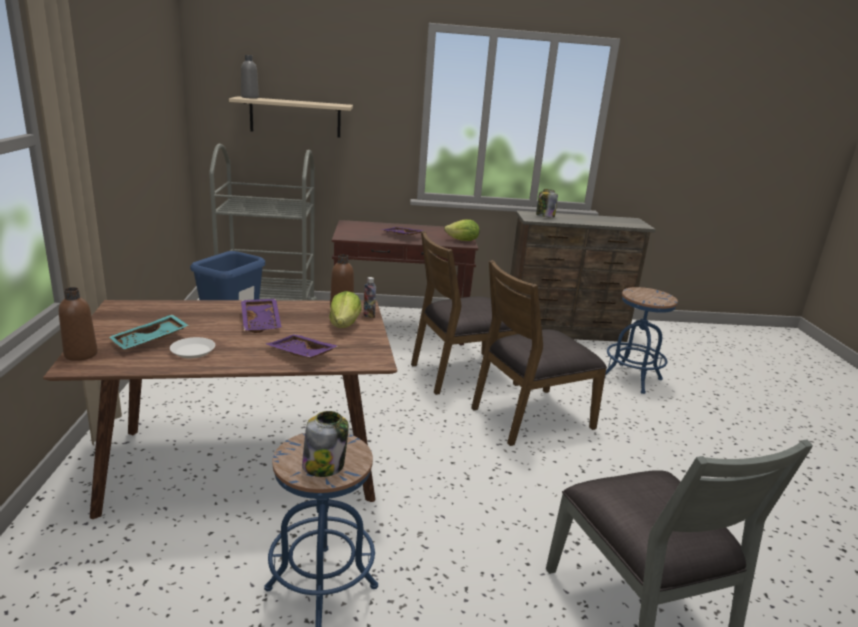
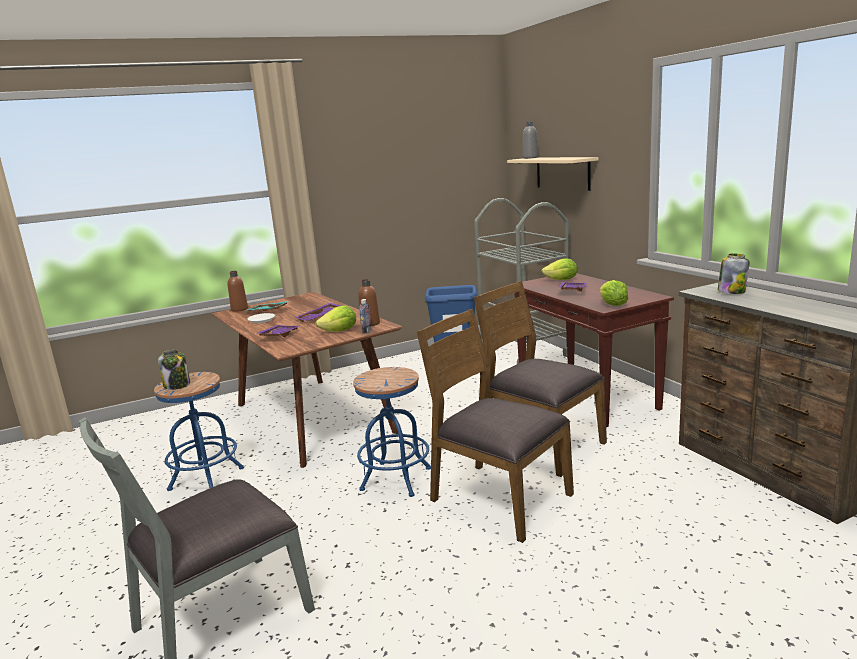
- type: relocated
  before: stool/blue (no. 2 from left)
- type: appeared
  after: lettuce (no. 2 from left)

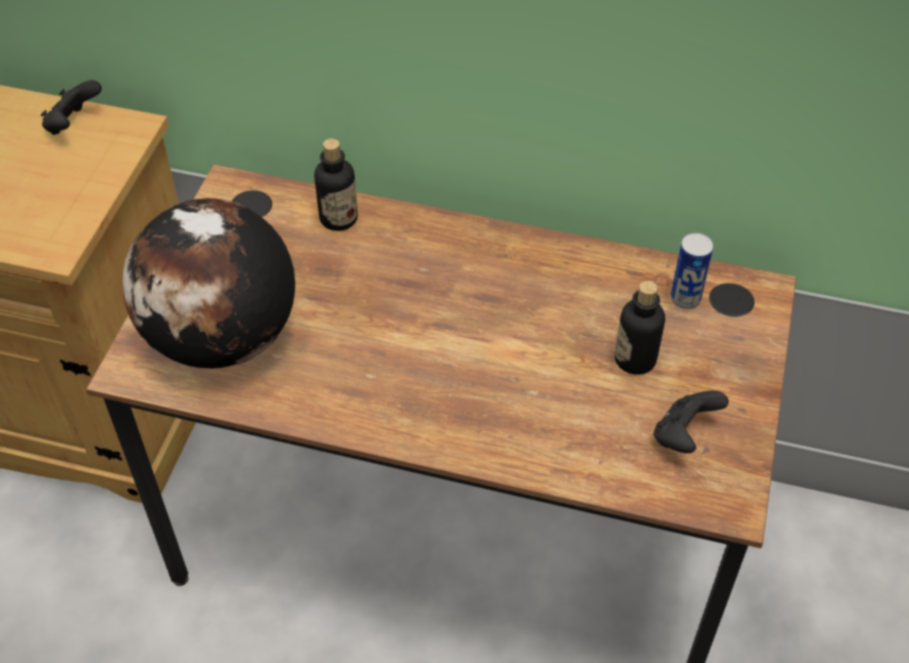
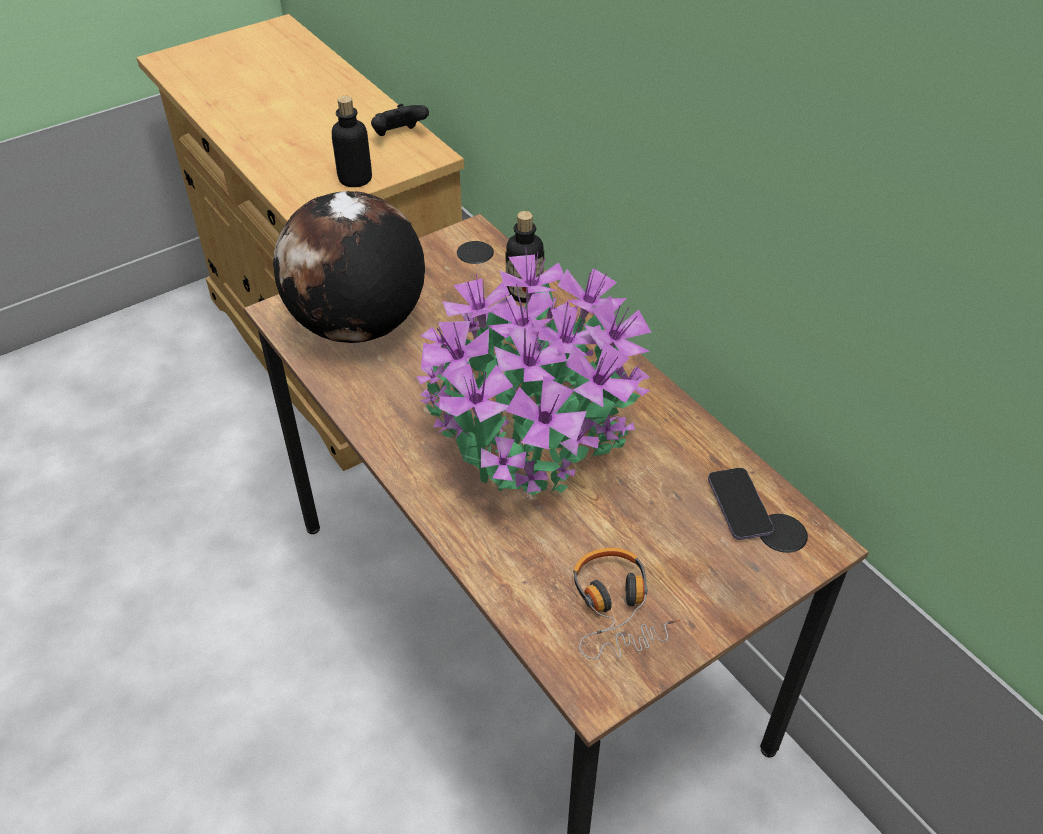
- type: exchanged
  before: can
  after: phone
- type: relocated
  before: bottle (no. 2 from left in the first image)
  after: bottle (no. 1 from left)
- type: exchanged
  before: game controller/black (no. 2 from left)
  after: headphones
- type: appeared
  after: potted plant

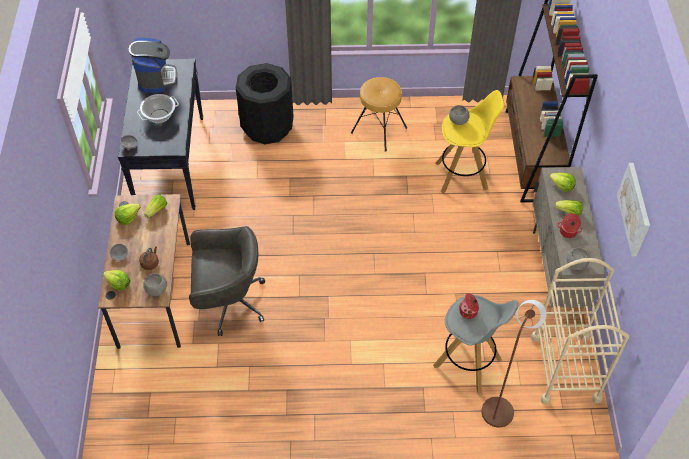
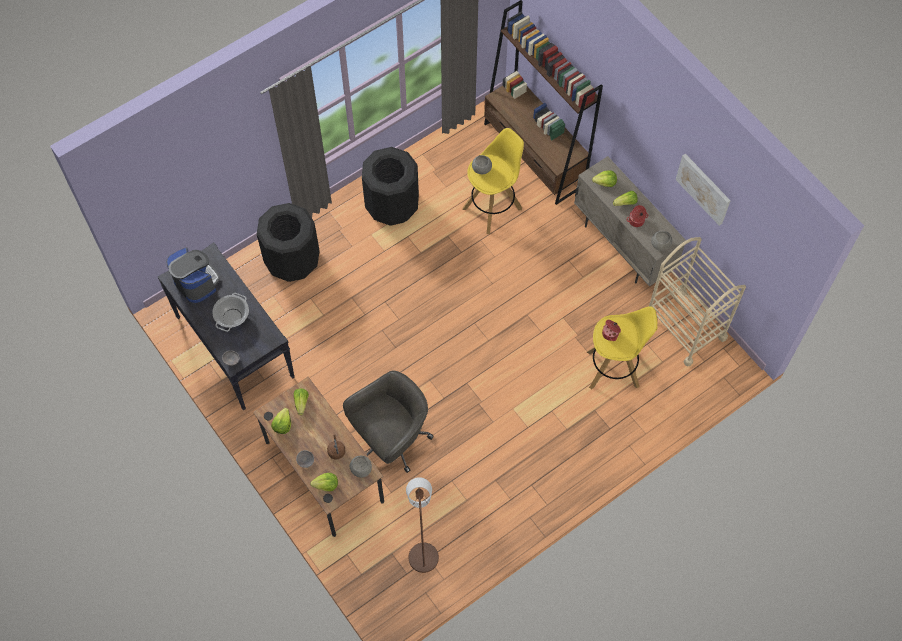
- type: exchanged
  before: stool/brown
  after: trash can/black (no. 2 from left)
- type: colour
  before: stool/grey
  after: stool/yellow (no. 2 from left)
- type: relocated
  before: floor lamp/brown

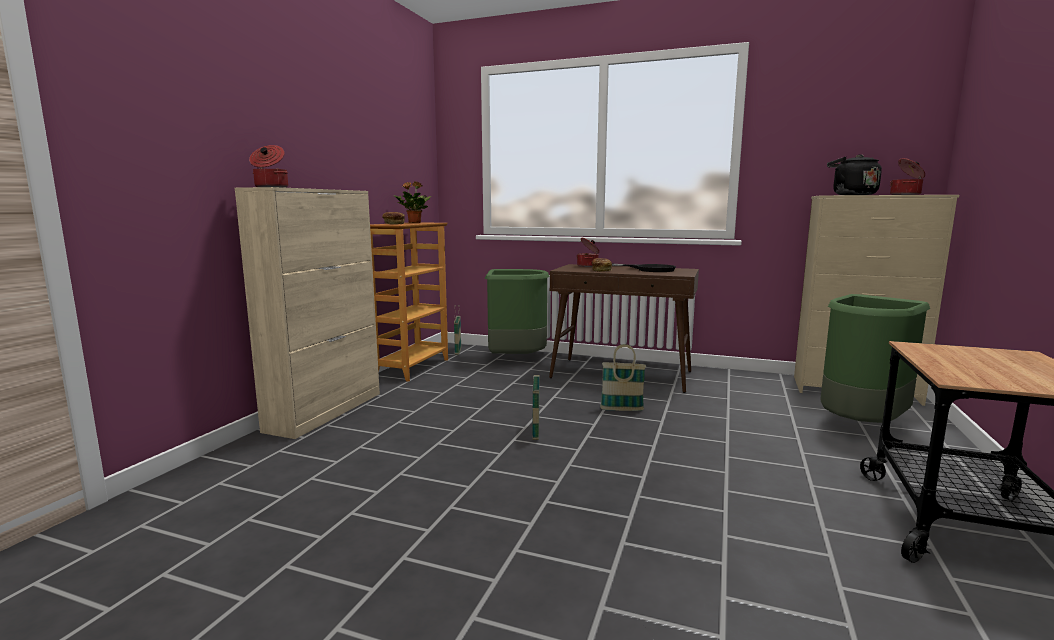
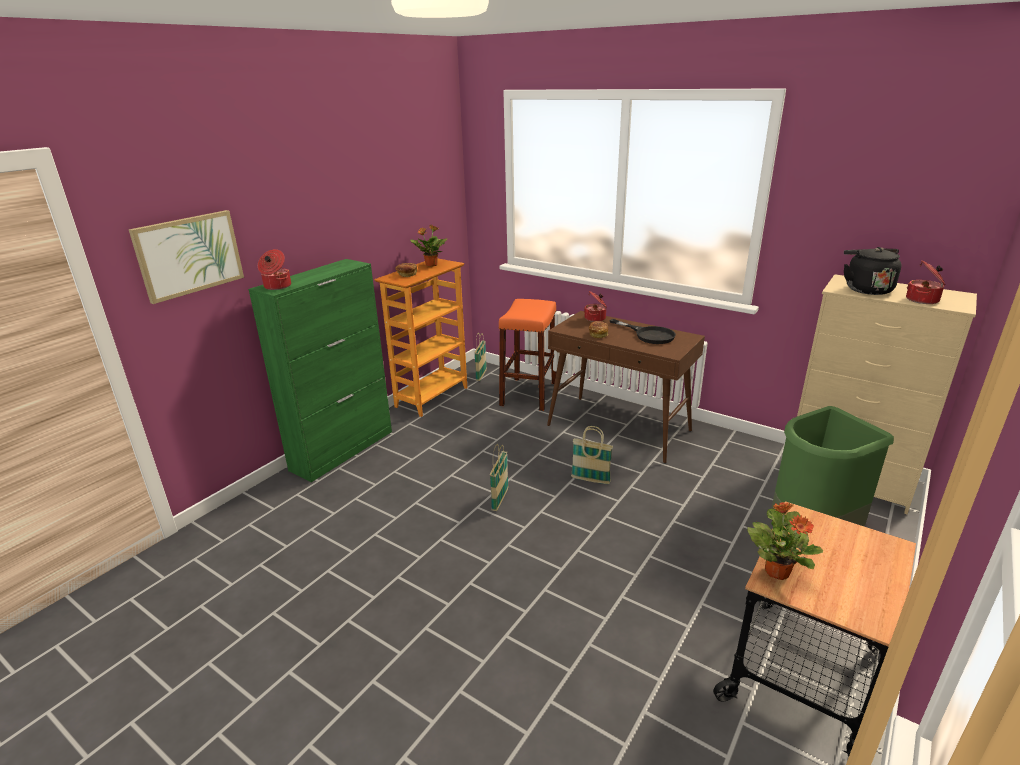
- type: colour
  before: cabinet/beige
  after: cabinet/green
- type: exchanged
  before: trash can/green (no. 1 from left)
  after: stool/orange
- type: appeared
  after: picture
- type: appeared
  after: potted plant (no. 2 from left)

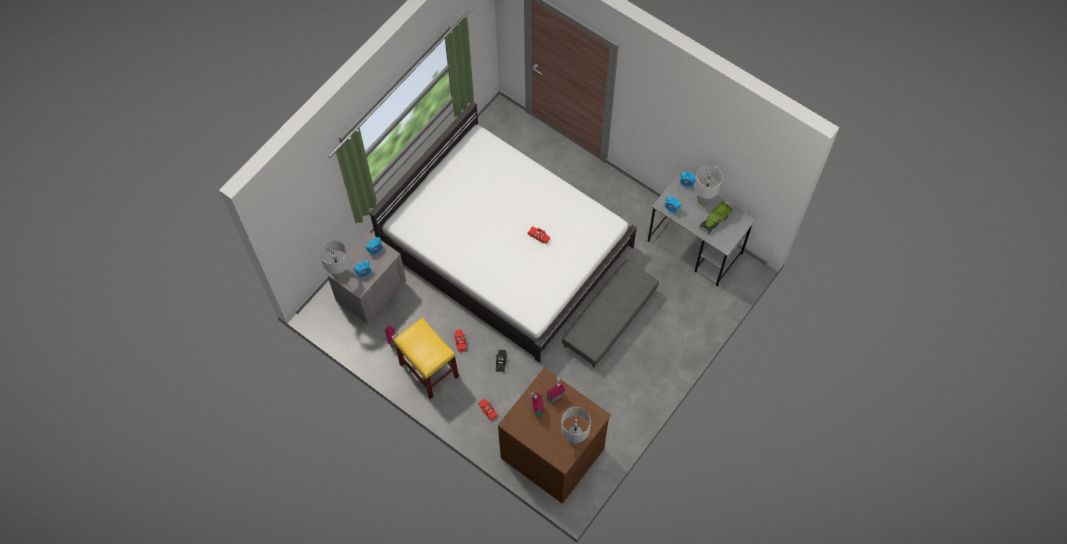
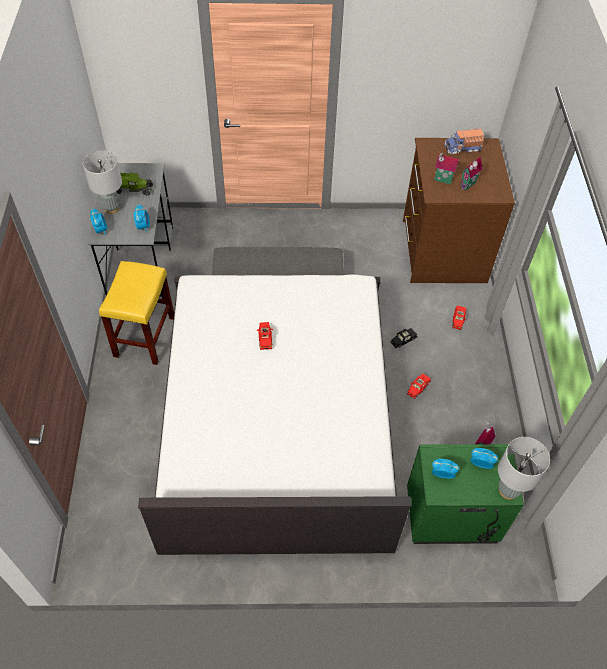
- type: colour
  before: nightstand/grey
  after: nightstand/green
- type: relocated
  before: stool/yellow
- type: exchanged
  before: table lamp/grey (no. 2 from left)
  after: toy truck (no. 2 from left)

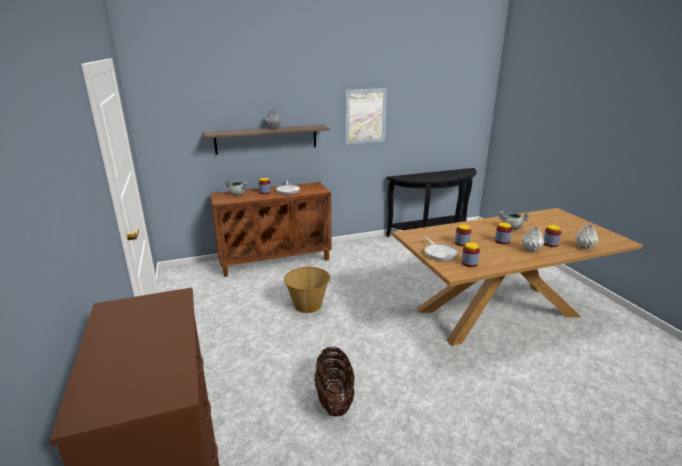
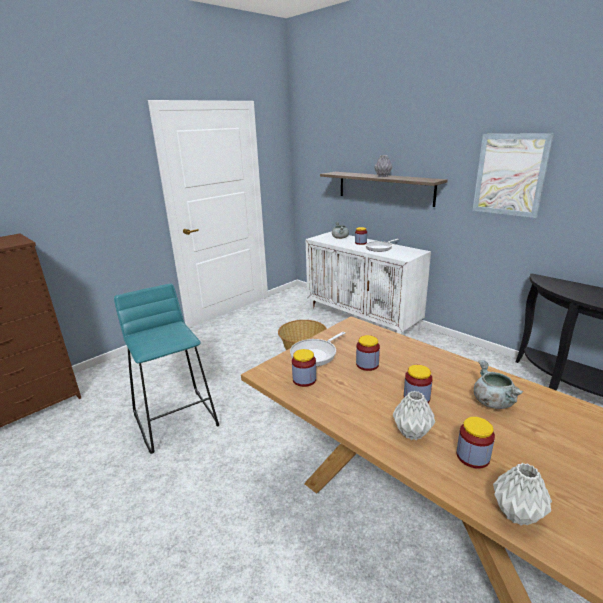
- type: colour
  before: cabinet/brown
  after: cabinet/white
- type: exchanged
  before: basket (no. 2 from left)
  after: stool/turquoise

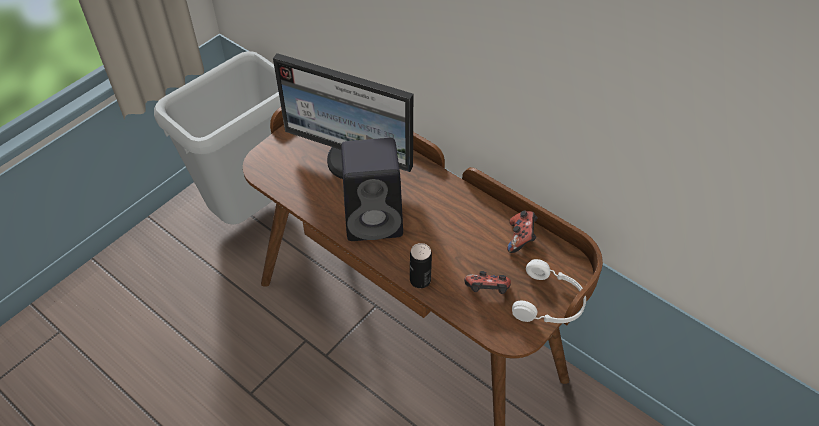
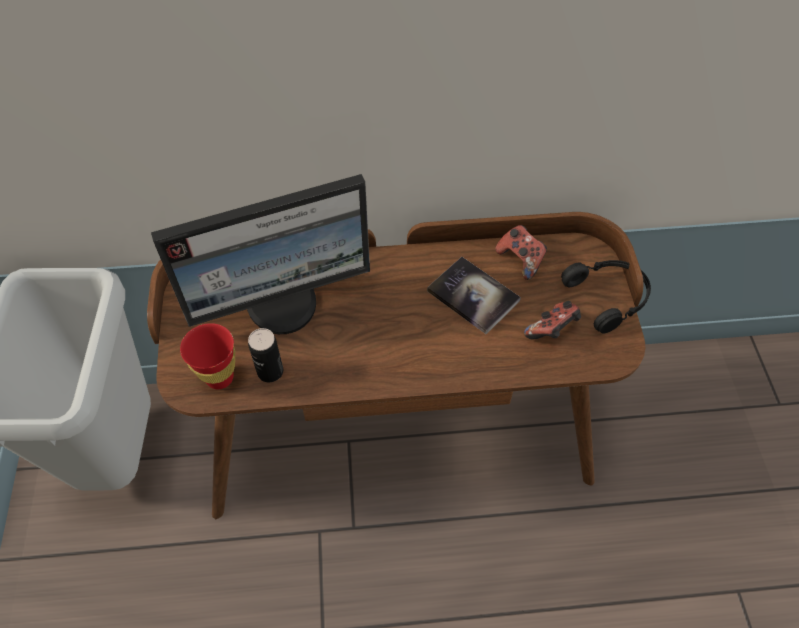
- type: missing
  before: speaker/black
- type: relocated
  before: can
- type: colour
  before: headphones/white
  after: headphones/black
- type: appeared
  after: book
- type: appeared
  after: cup/red

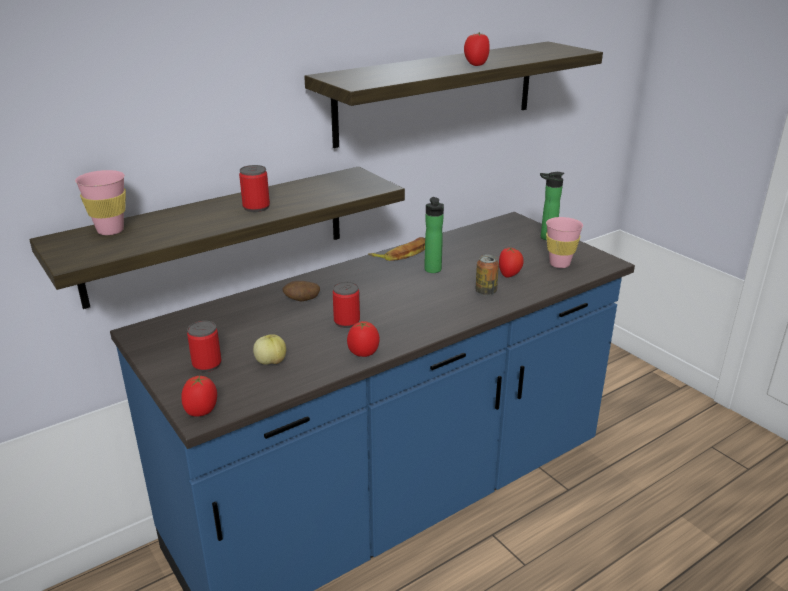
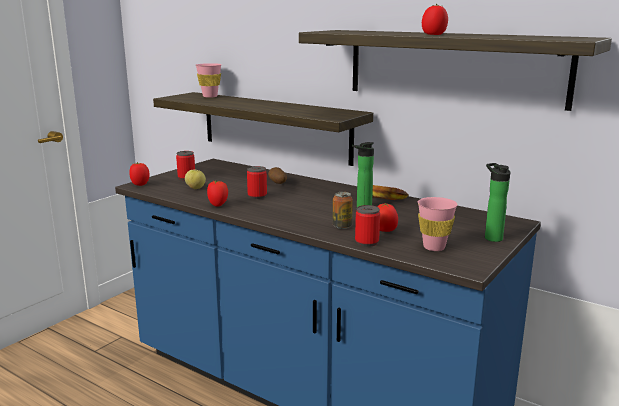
- type: relocated
  before: can (no. 2 from left in the first image)
  after: can (no. 4 from left)

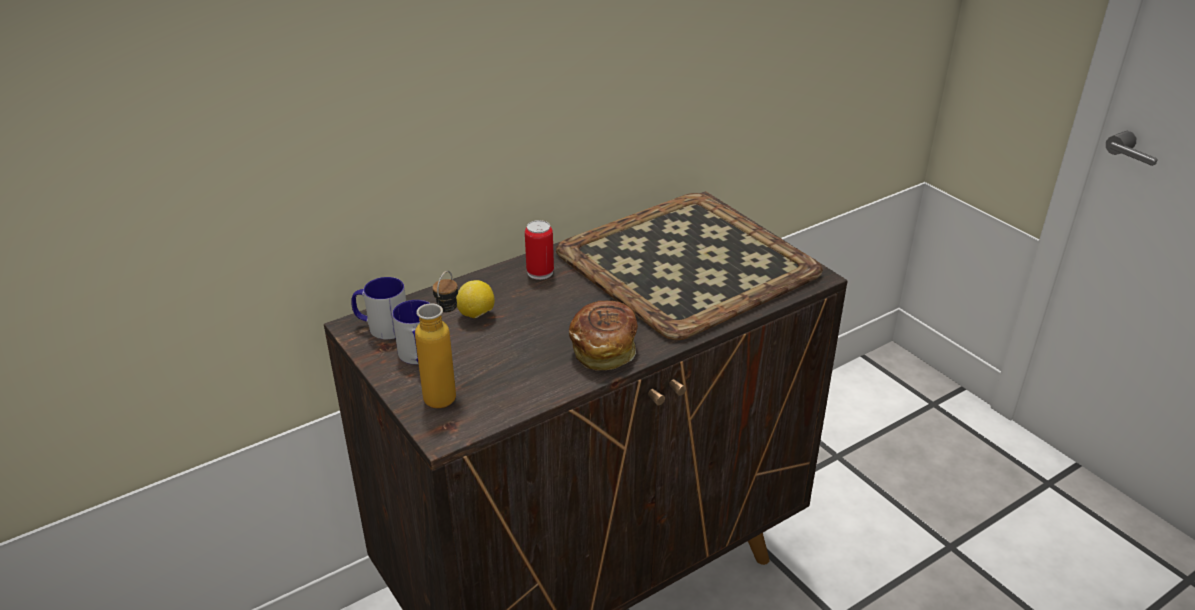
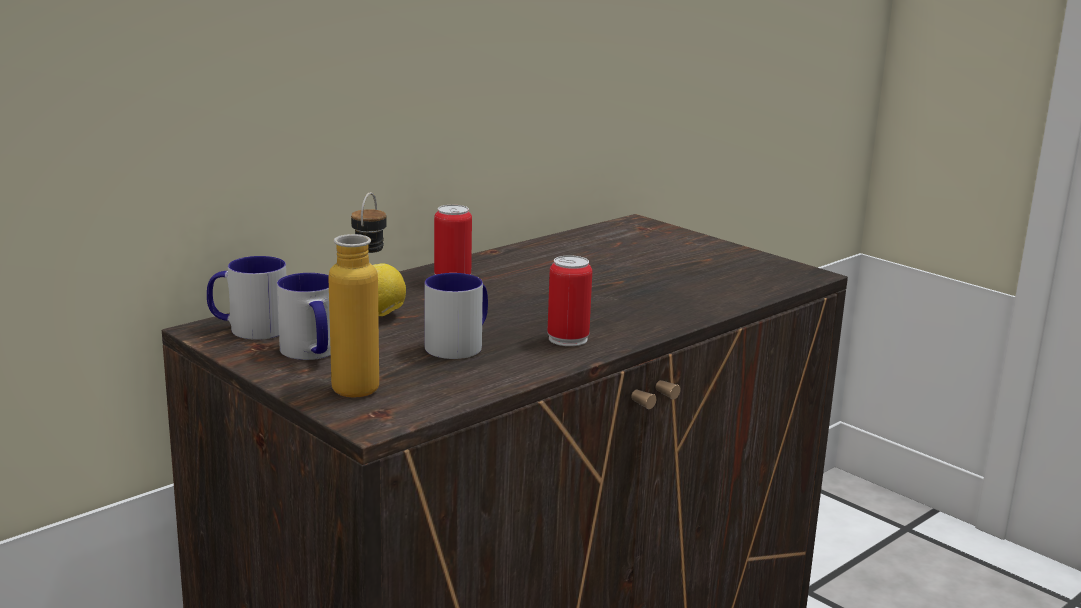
- type: missing
  before: tray
- type: exchanged
  before: bread
  after: can (no. 2 from left)
- type: appeared
  after: mug (no. 3 from left)

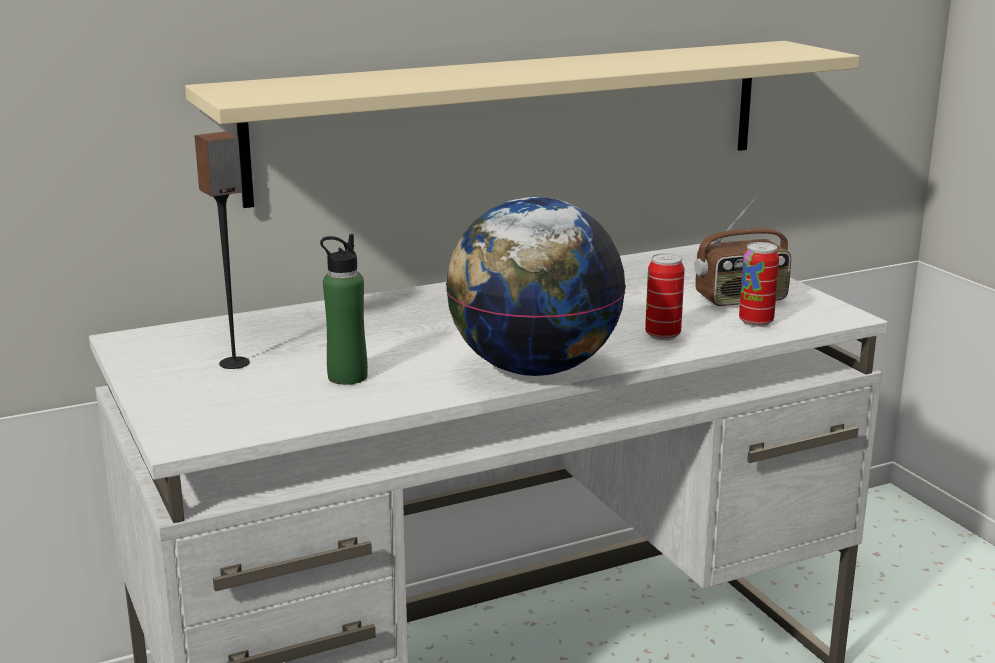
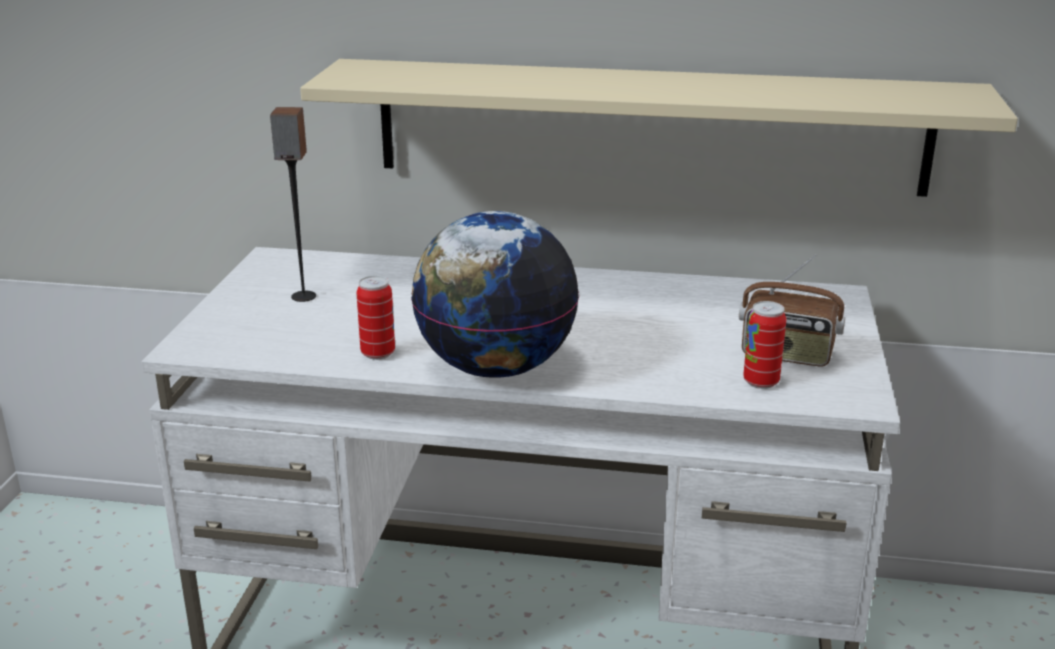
- type: missing
  before: bottle/green
- type: relocated
  before: can (no. 1 from left)

